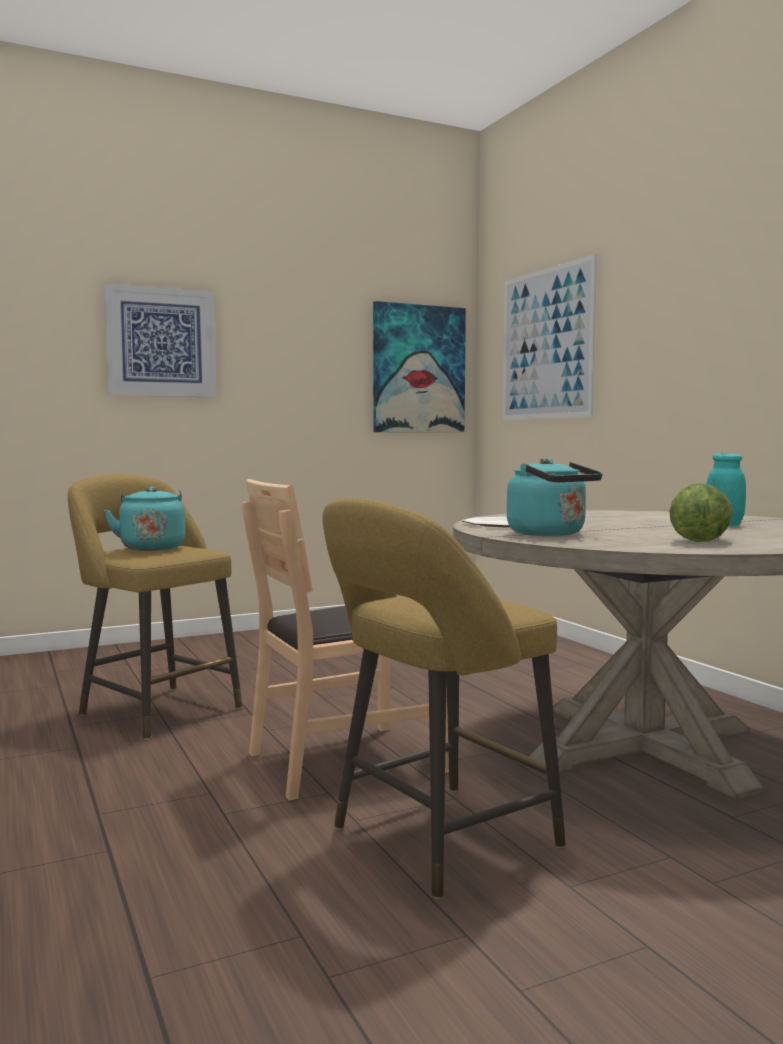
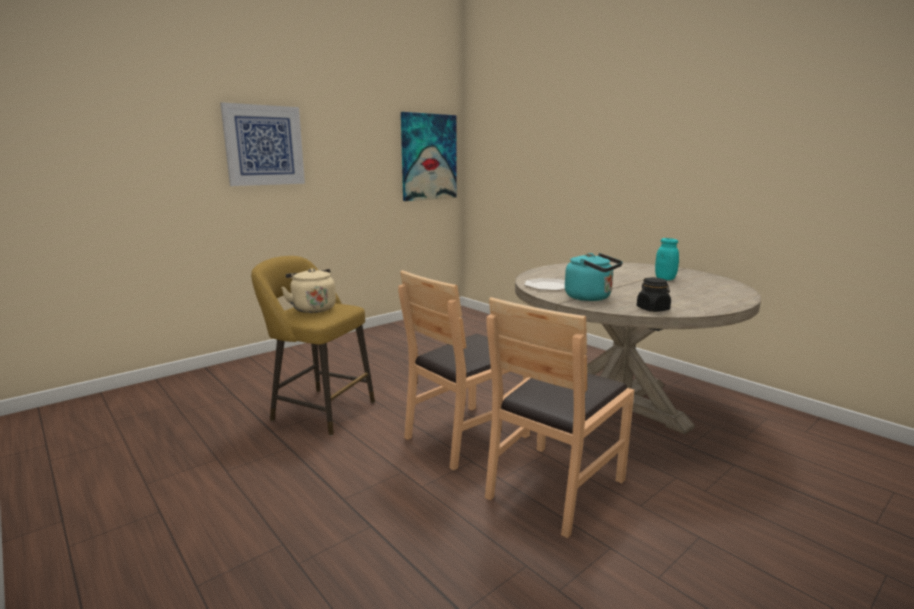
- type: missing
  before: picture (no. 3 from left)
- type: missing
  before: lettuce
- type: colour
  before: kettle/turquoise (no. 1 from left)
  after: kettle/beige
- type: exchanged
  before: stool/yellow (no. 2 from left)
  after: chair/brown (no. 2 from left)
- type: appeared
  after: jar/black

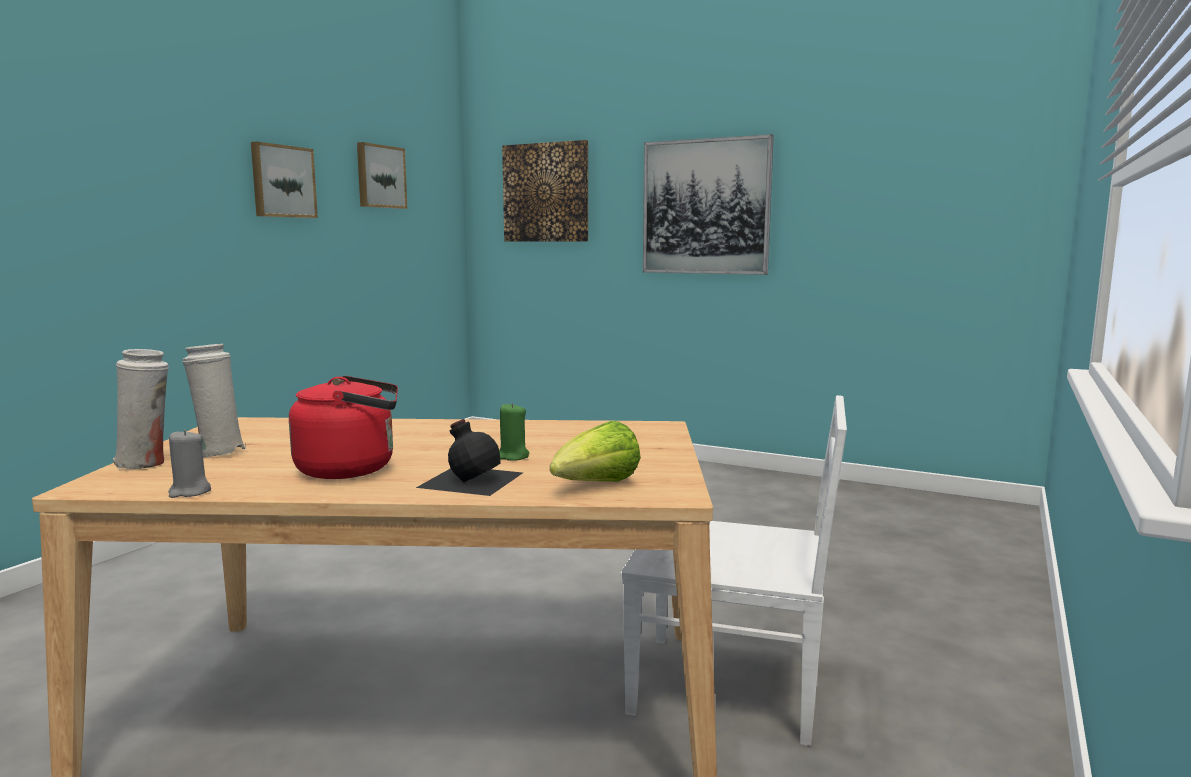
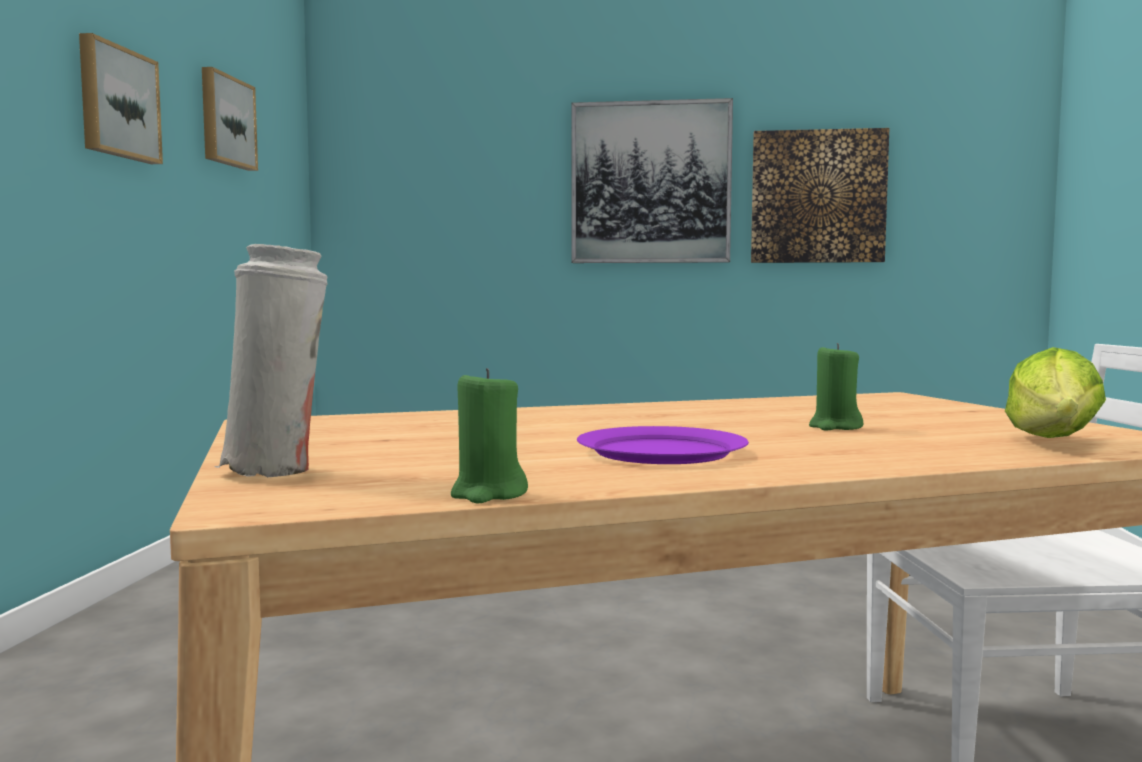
- type: relocated
  before: picture (no. 3 from left in the first image)
  after: picture (no. 4 from left)
- type: missing
  before: vase/white (no. 2 from left)
- type: exchanged
  before: kettle/red
  after: plate/purple
- type: missing
  before: bottle/black
- type: colour
  before: candle/grey
  after: candle/green (no. 1 from left)

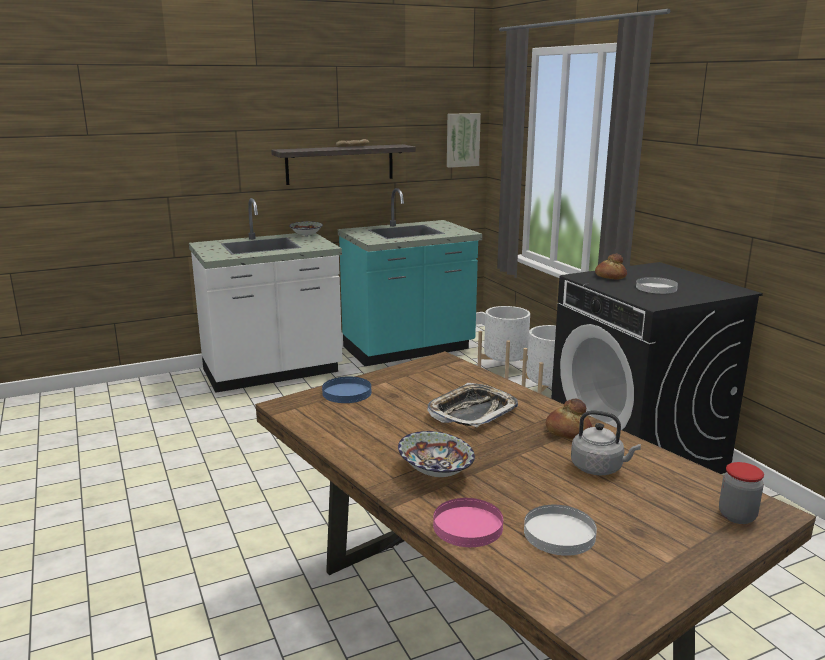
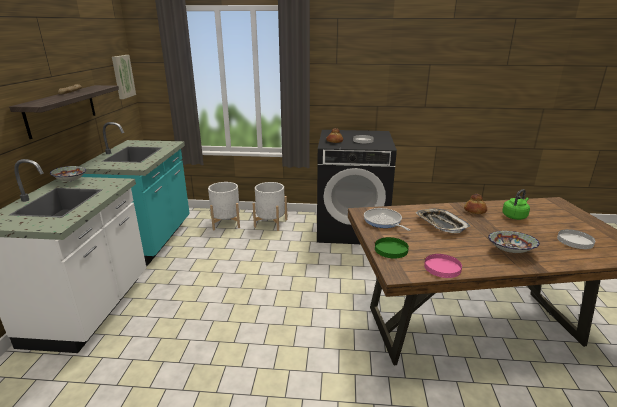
- type: colour
  before: plate/blue
  after: plate/green
- type: colour
  before: kettle/grey
  after: kettle/green
- type: missing
  before: jar
- type: relocated
  before: plate/pink
- type: appeared
  after: frying pan

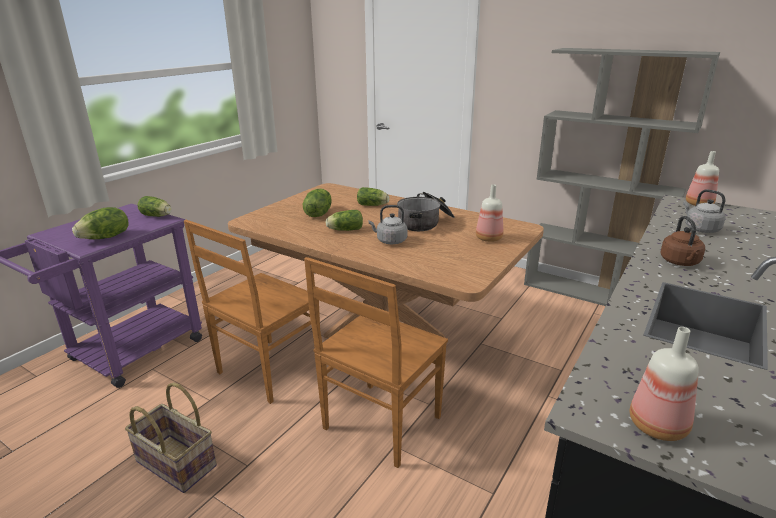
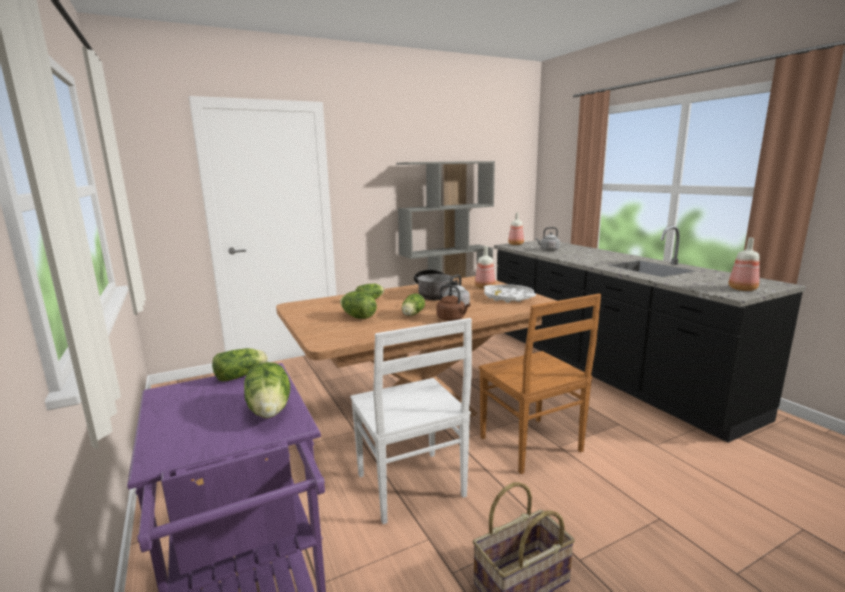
- type: relocated
  before: kettle/brown
- type: colour
  before: chair/brown (no. 1 from left)
  after: chair/white
- type: appeared
  after: tray/white

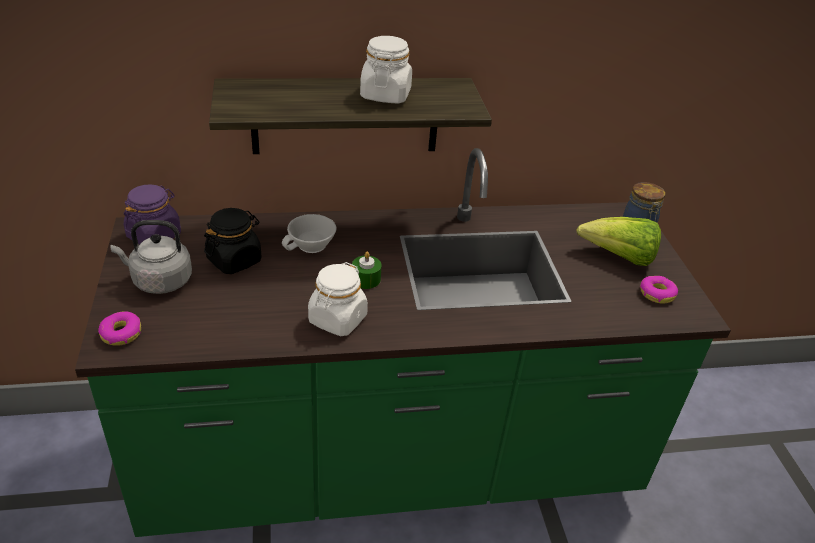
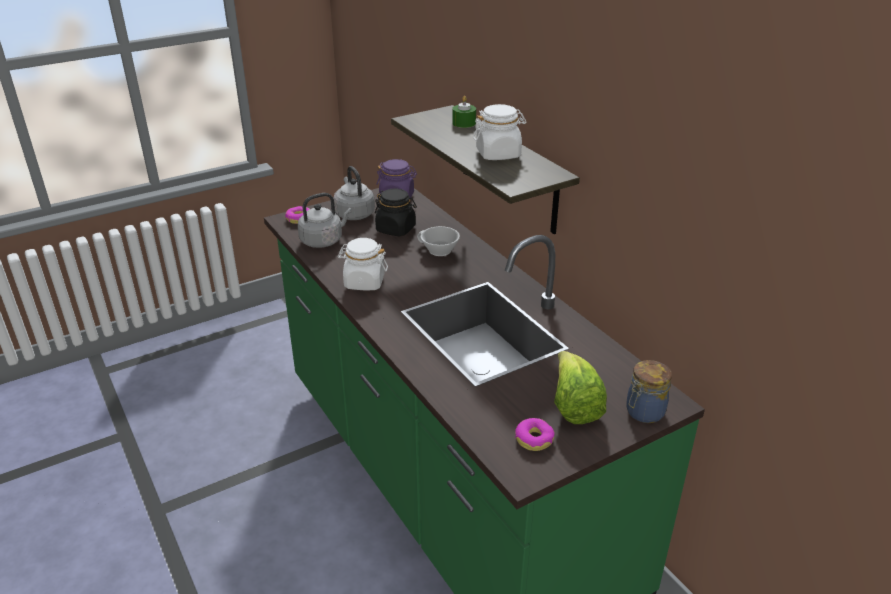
- type: relocated
  before: candle/green
- type: appeared
  after: kettle/grey (no. 1 from left)

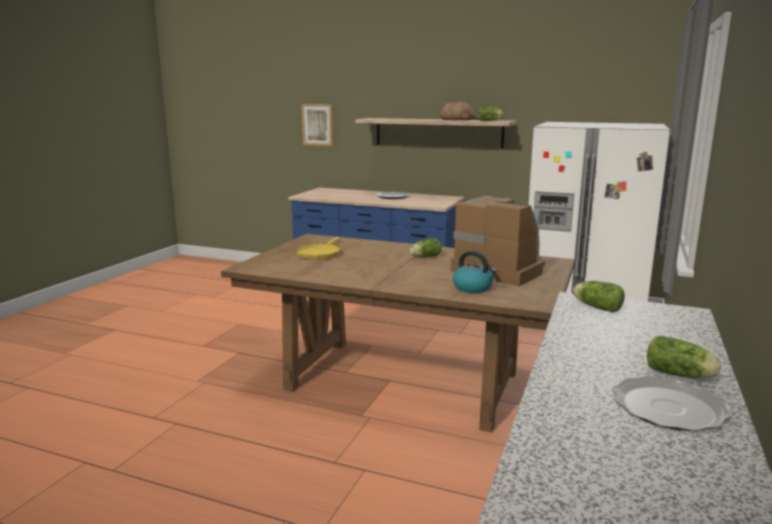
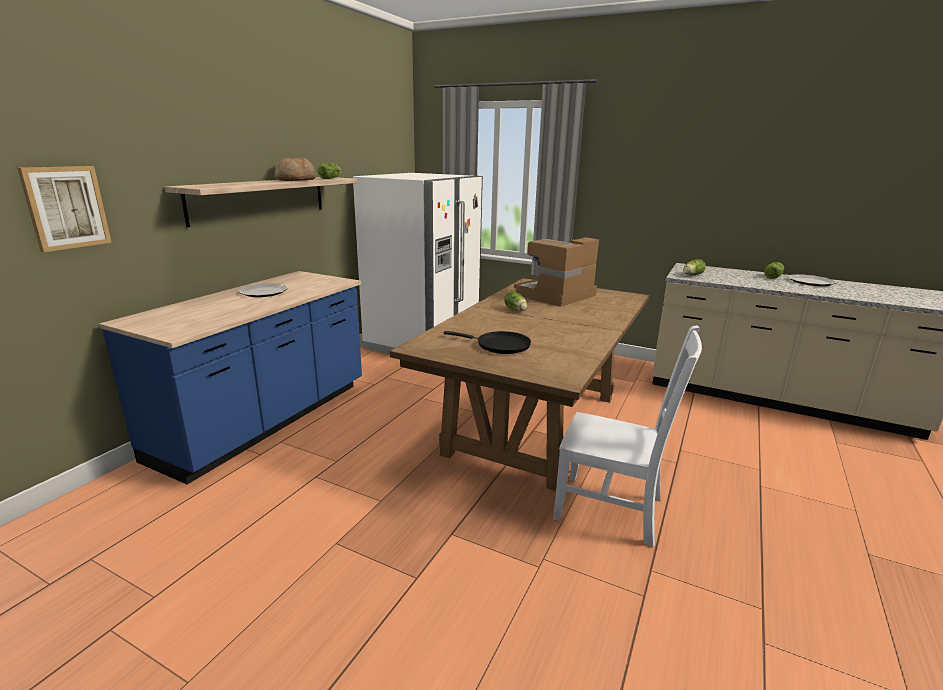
- type: colour
  before: frying pan/yellow
  after: frying pan/black
- type: missing
  before: kettle
- type: appeared
  after: chair/white

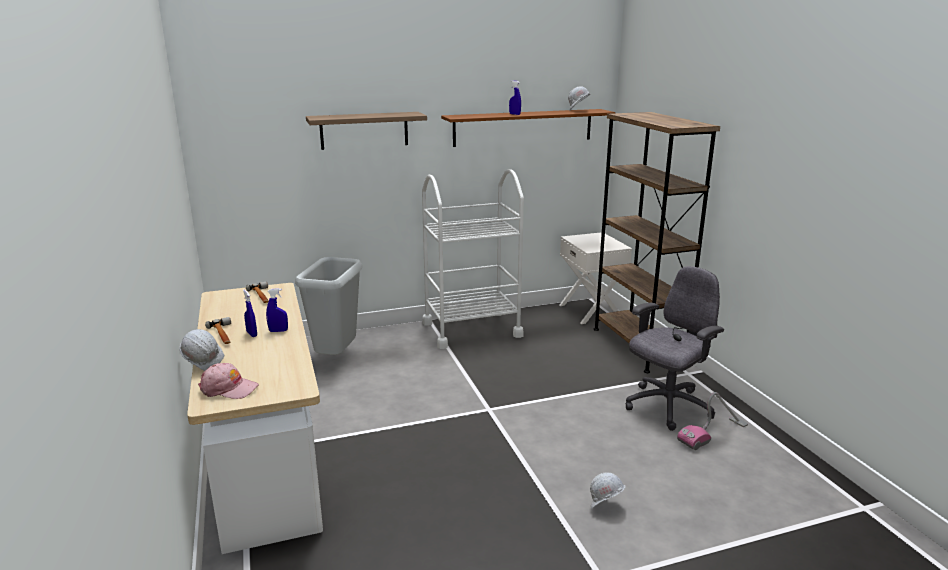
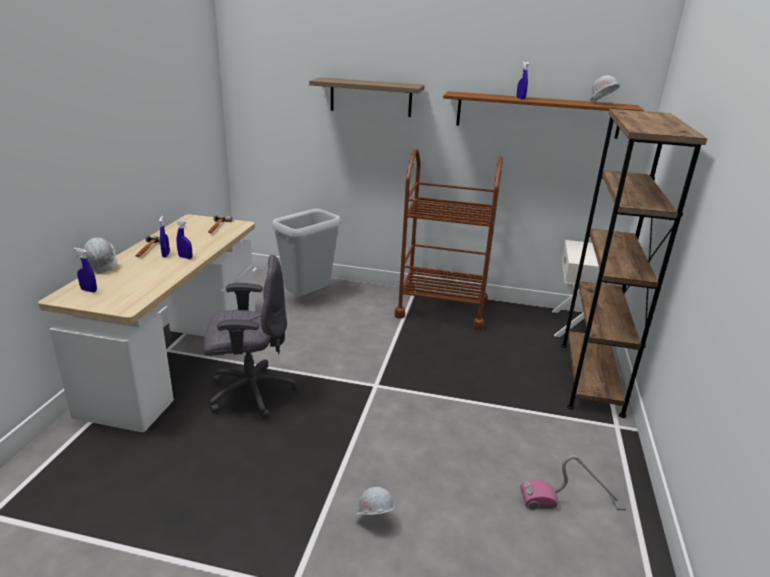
- type: colour
  before: cart/white
  after: cart/brown
- type: relocated
  before: office chair/grey
- type: exchanged
  before: cap/pink
  after: spray bottle/blue (no. 1 from left)

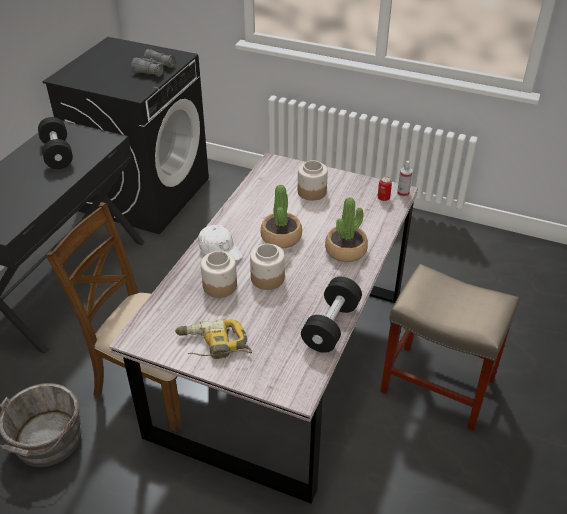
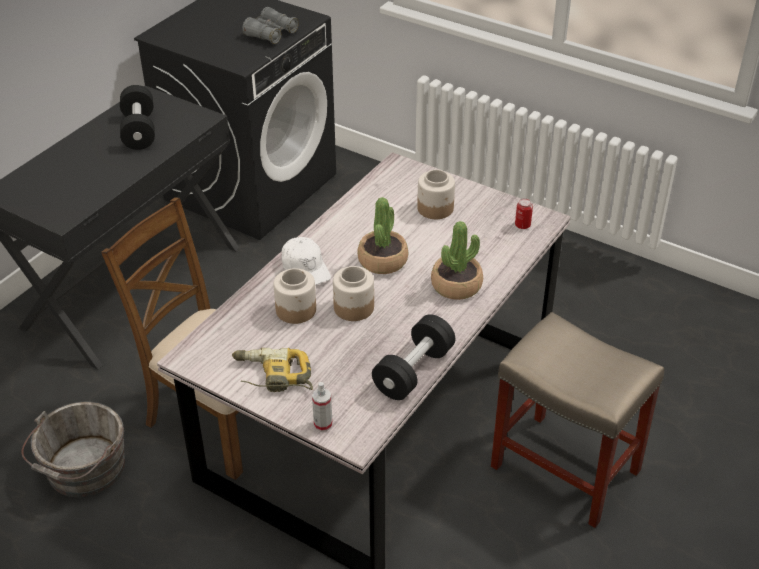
- type: relocated
  before: spray bottle

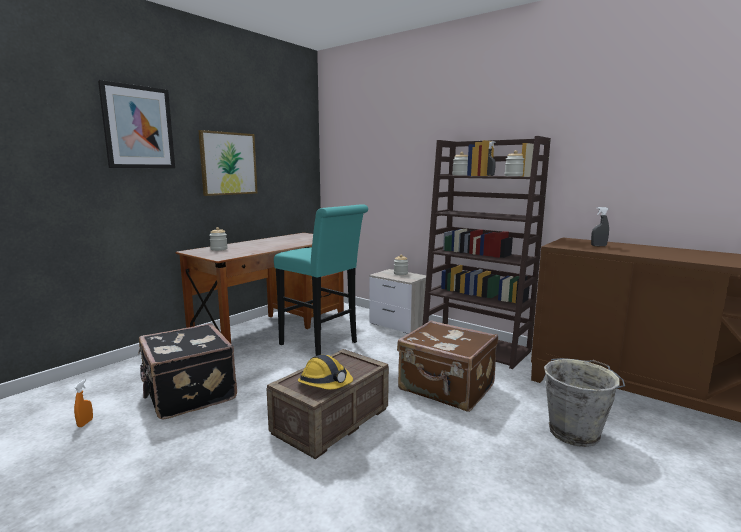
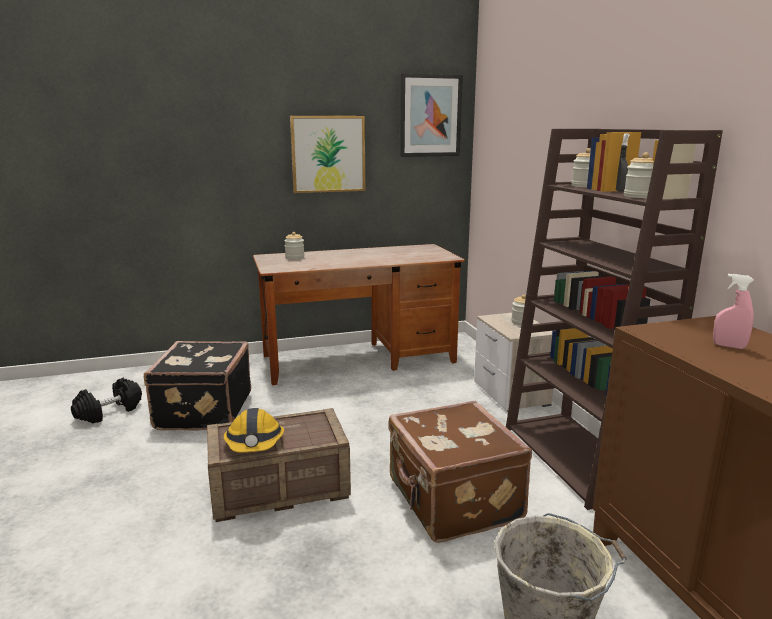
- type: relocated
  before: picture (no. 1 from left in the first image)
  after: picture (no. 2 from left)
- type: missing
  before: stool/turquoise
- type: colour
  before: spray bottle/grey (no. 2 from left)
  after: spray bottle/pink
- type: exchanged
  before: spray bottle/orange
  after: dumbbell/black

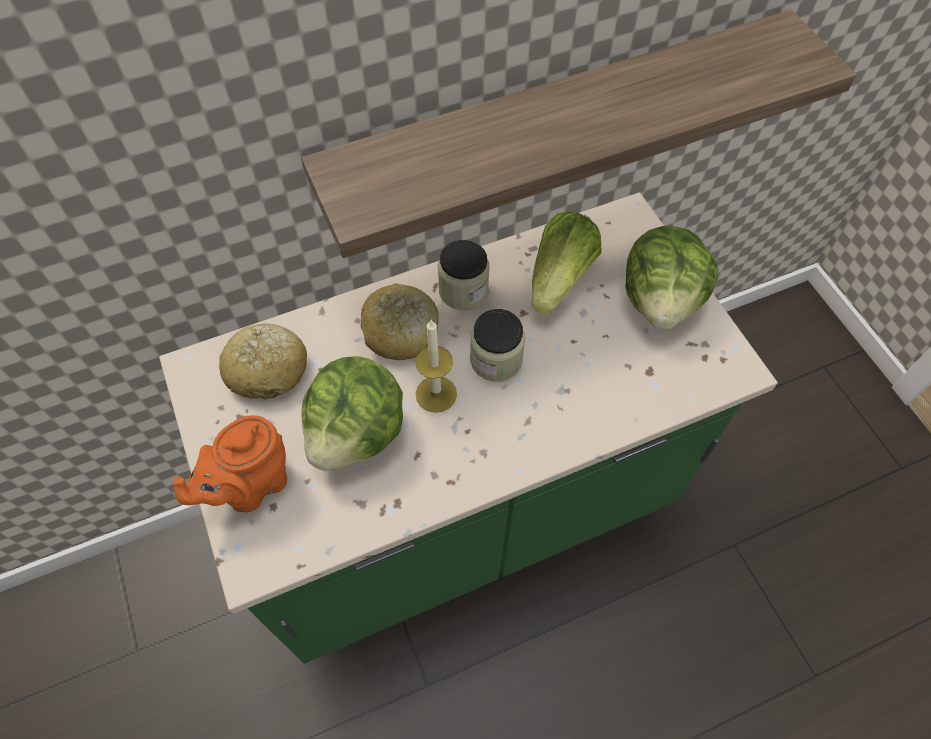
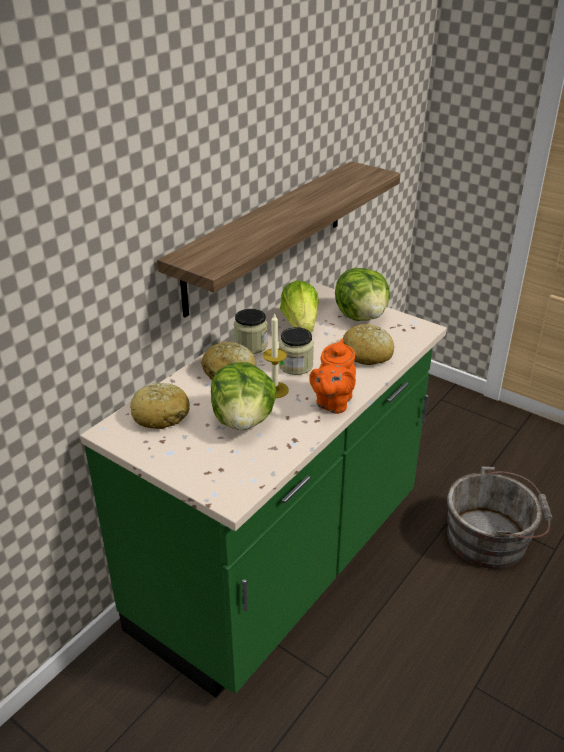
- type: relocated
  before: teapot/orange
- type: appeared
  after: bread (no. 3 from left)
- type: appeared
  after: bucket/grey

